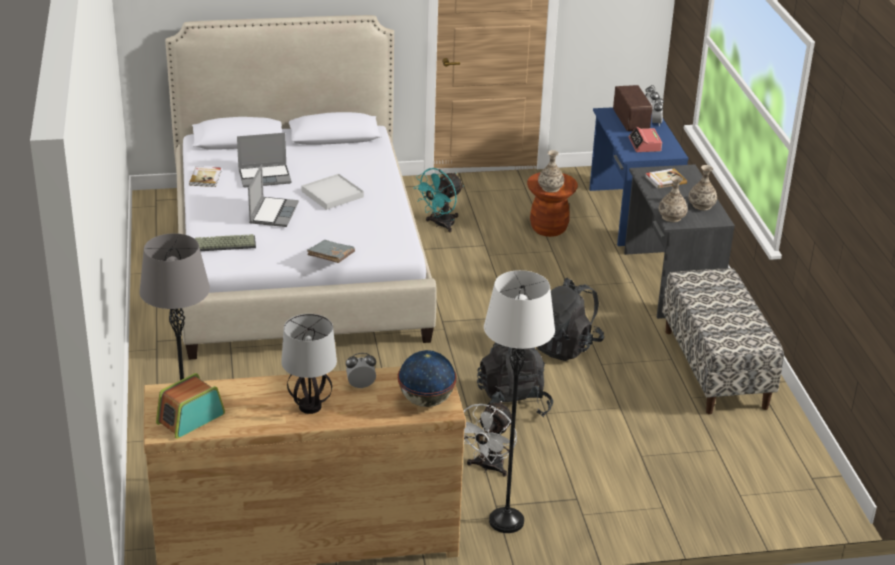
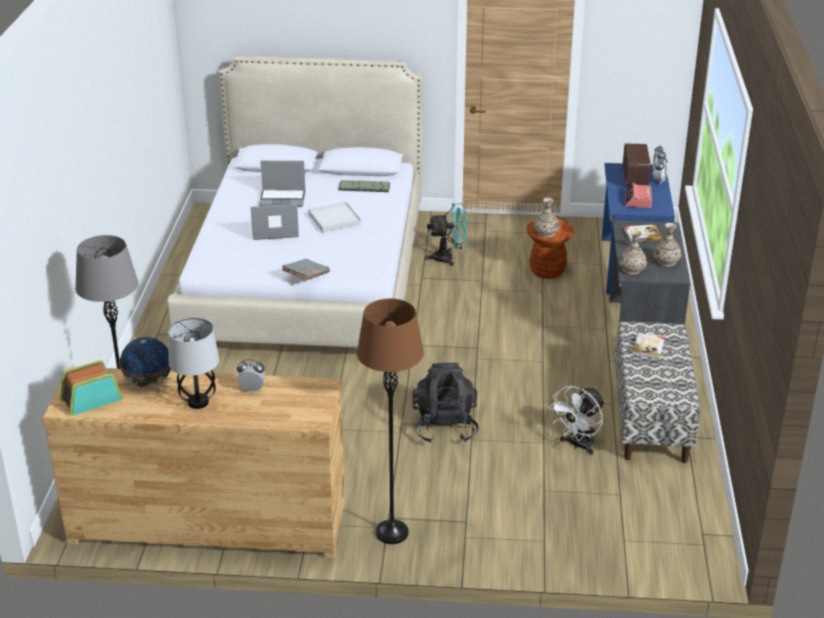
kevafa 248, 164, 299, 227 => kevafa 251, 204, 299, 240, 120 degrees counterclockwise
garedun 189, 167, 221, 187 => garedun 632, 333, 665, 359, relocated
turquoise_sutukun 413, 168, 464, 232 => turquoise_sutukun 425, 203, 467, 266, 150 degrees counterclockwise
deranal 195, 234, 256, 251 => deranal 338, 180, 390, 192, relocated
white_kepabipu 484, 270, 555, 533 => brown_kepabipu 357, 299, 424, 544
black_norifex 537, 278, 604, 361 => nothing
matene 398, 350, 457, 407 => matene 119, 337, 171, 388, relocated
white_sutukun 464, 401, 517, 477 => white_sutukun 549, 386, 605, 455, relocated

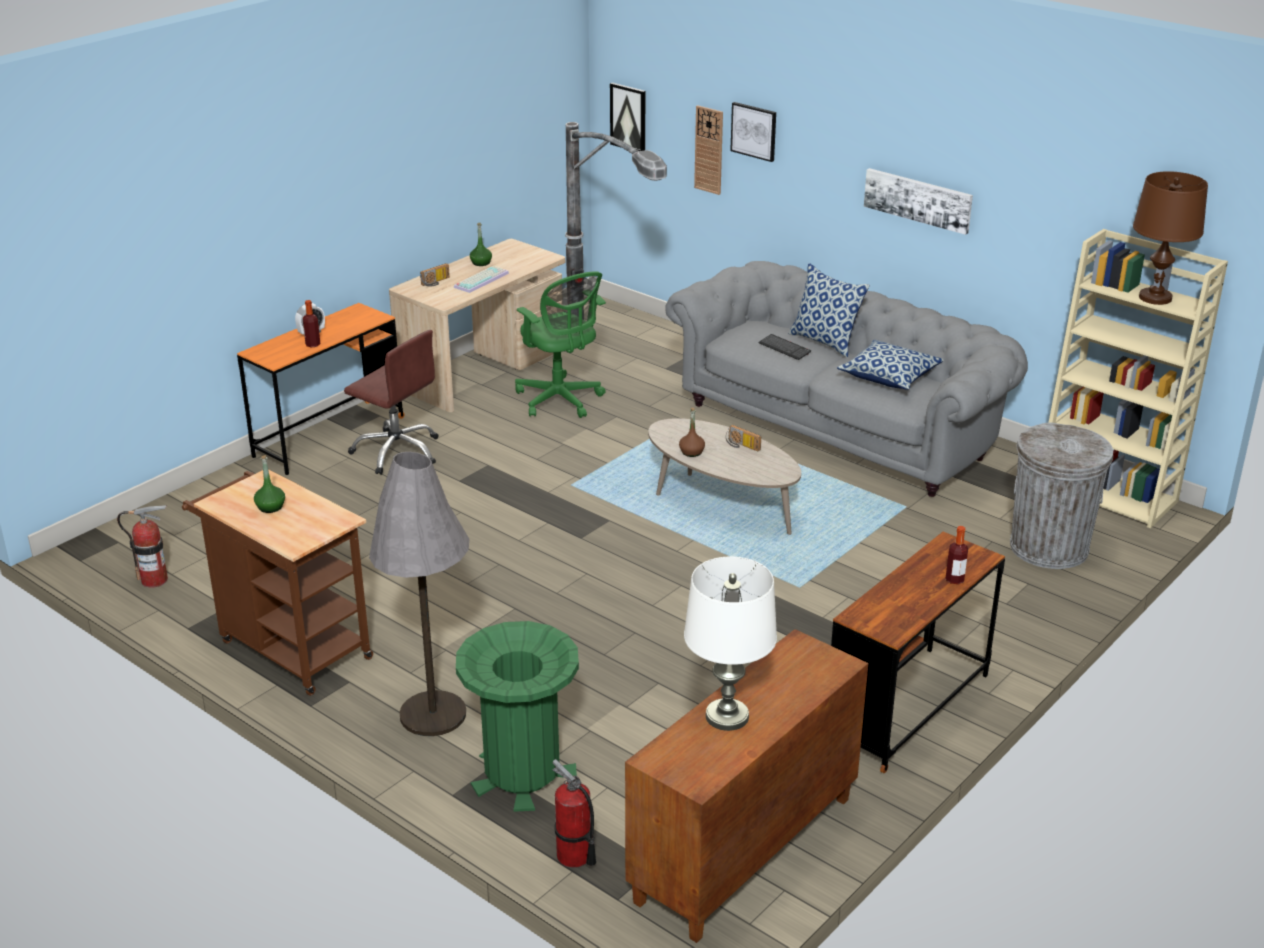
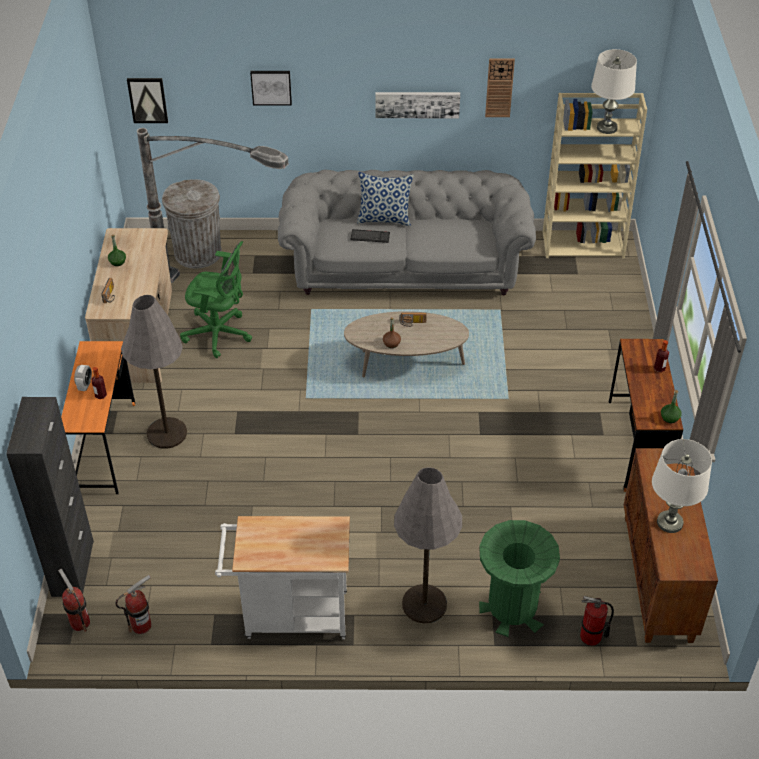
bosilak 694, 105, 723, 195 => bosilak 485, 58, 515, 117, relocated
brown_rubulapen 1133, 171, 1208, 305 => white_rubulapen 591, 49, 637, 134
deranal 454, 266, 509, 293 => nothing
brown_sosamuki 344, 330, 438, 475 => grey_kepabipu 121, 295, 187, 449
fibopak 837, 340, 943, 390 => nothing
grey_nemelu 1010, 422, 1113, 569 => grey_nemelu 162, 179, 222, 268, relocated
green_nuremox 254, 455, 285, 513 => green_nuremox 661, 390, 682, 423, relocated
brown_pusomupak 182, 469, 373, 696 => white_pusomupak 215, 516, 350, 639
nothing => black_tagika 6, 397, 94, 597
nothing => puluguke 58, 569, 90, 632

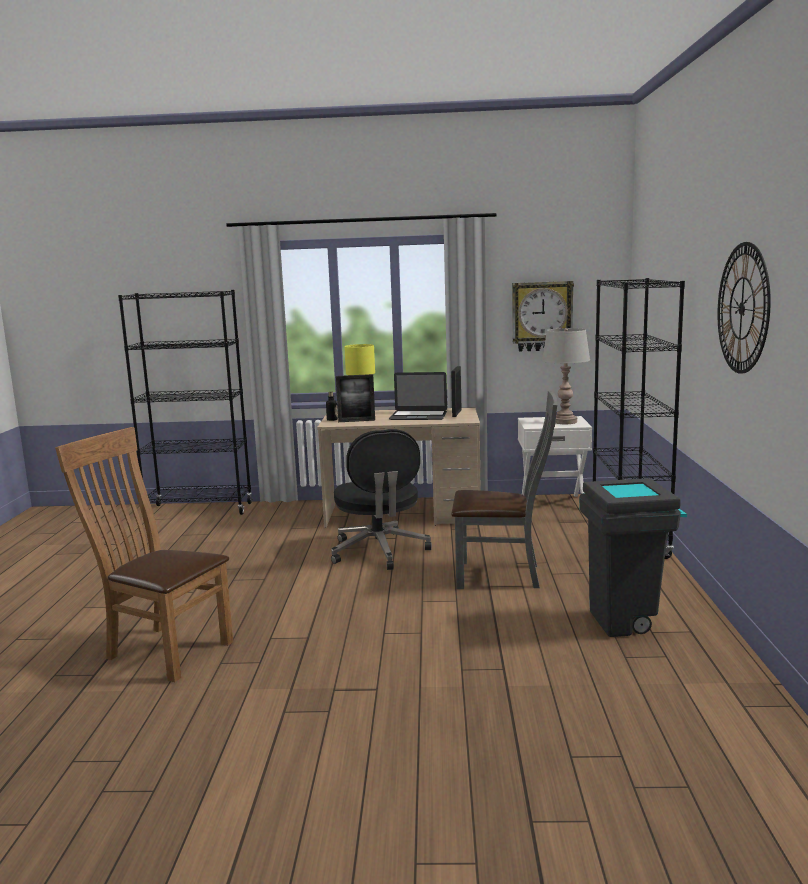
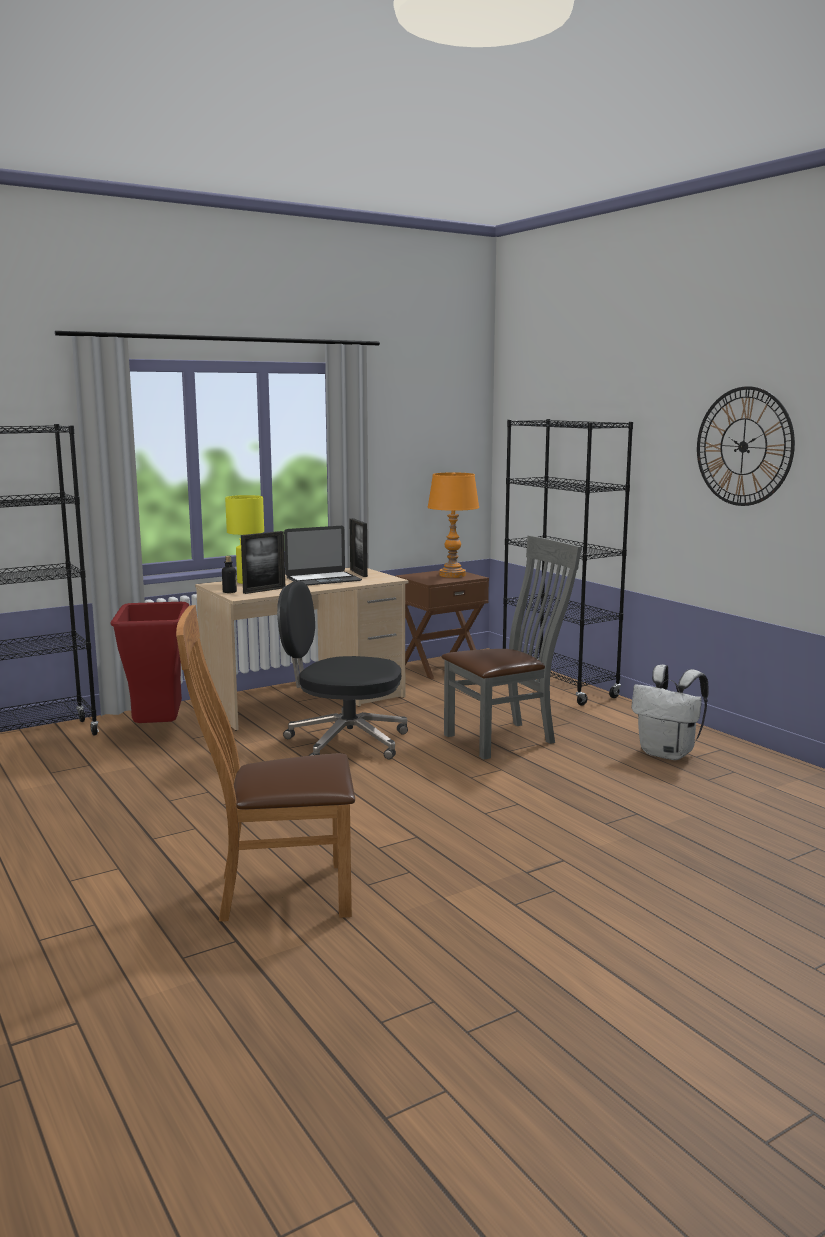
bosilak 512, 281, 574, 352 => nothing
grey_rubulapen 542, 328, 590, 424 => orange_rubulapen 427, 473, 479, 578
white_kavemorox 518, 416, 592, 497 => brown_kavemorox 395, 571, 489, 679
black_sosamuki 331, 429, 432, 570 => black_sosamuki 277, 581, 408, 759, 150 degrees clockwise
grey_nemelu 579, 478, 687, 637 => white_norifex 632, 665, 709, 760
nothing => red_nemelu 110, 602, 189, 723

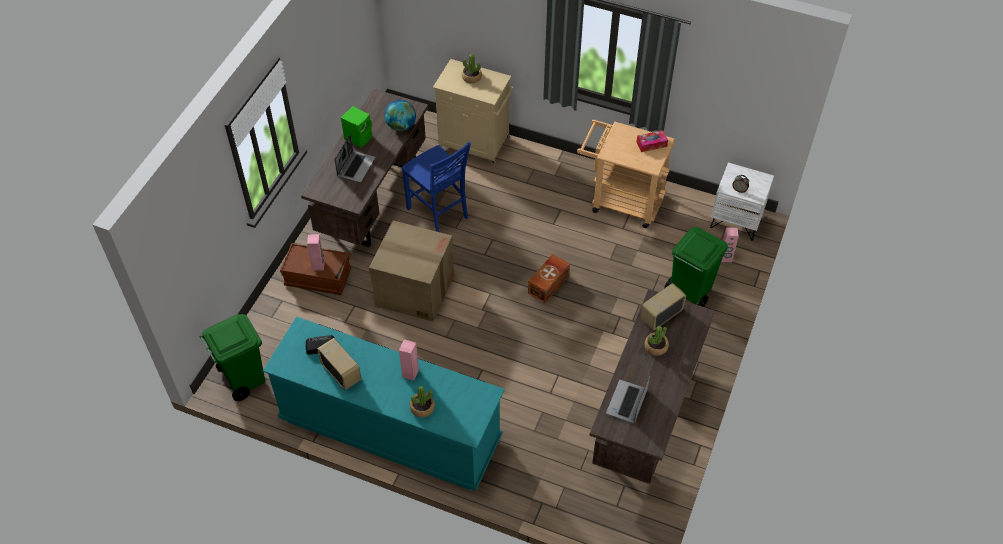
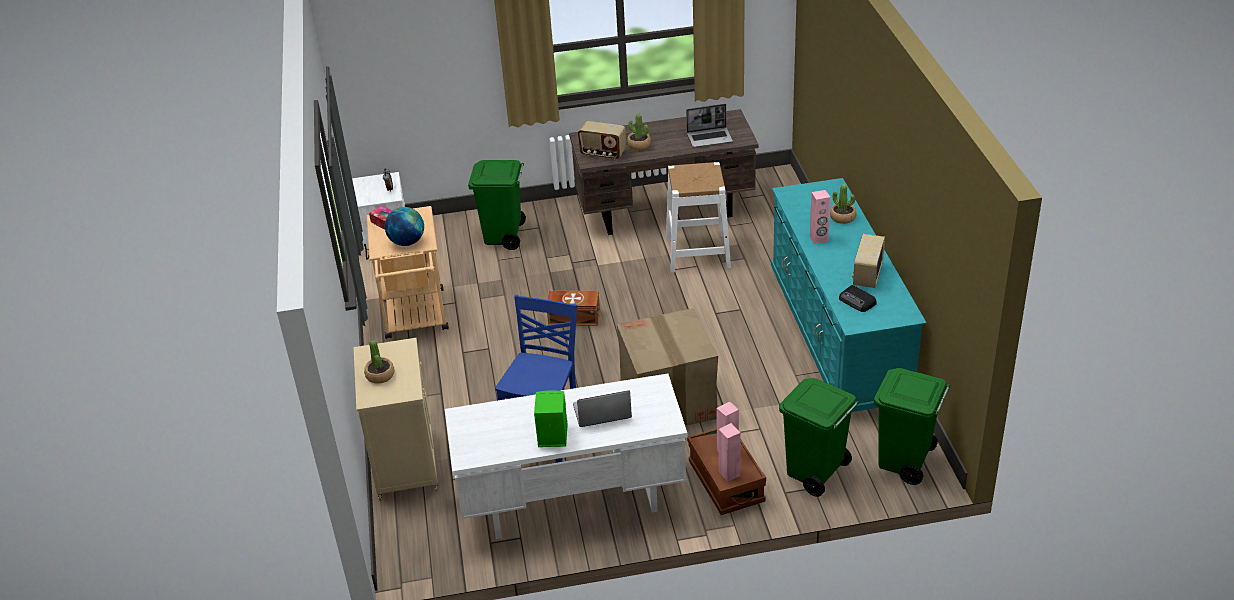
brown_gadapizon 301, 89, 428, 247 => white_gadapizon 445, 374, 688, 539
matene 385, 100, 416, 131 => matene 385, 207, 424, 246, relocated
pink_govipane 721, 227, 739, 262 => pink_govipane 719, 423, 740, 482, relocated
nothing => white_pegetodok 666, 162, 731, 273
nothing => green_nemelu 779, 378, 859, 497

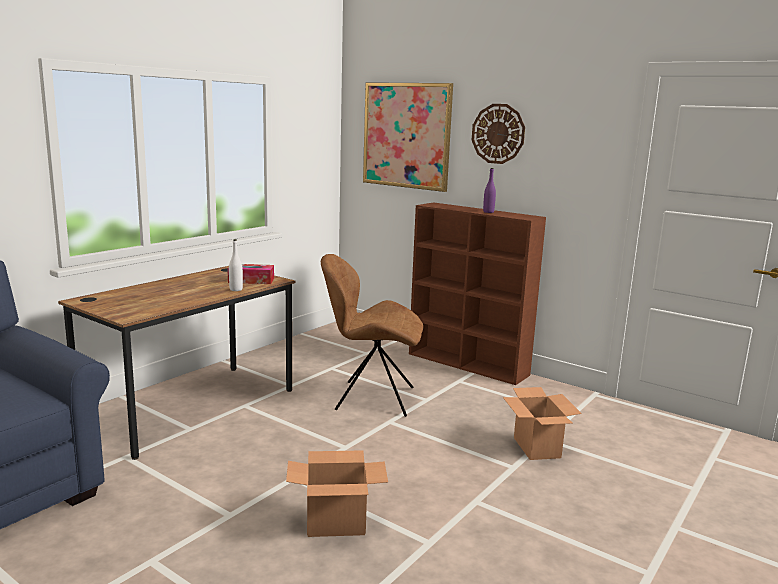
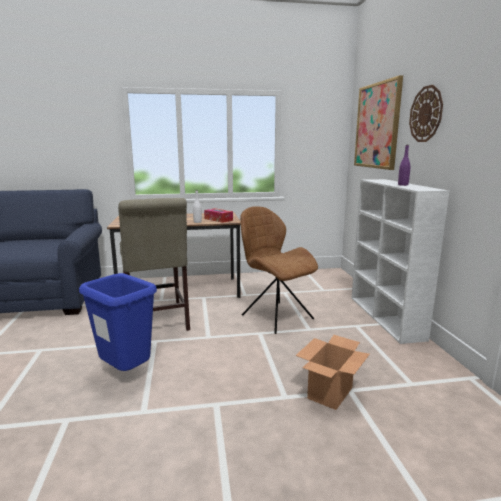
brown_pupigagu 409, 202, 546, 385 => white_pupigagu 351, 179, 449, 344
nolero 286, 450, 388, 537 => blue_nemelu 79, 273, 157, 371
nothing => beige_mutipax 118, 198, 190, 331

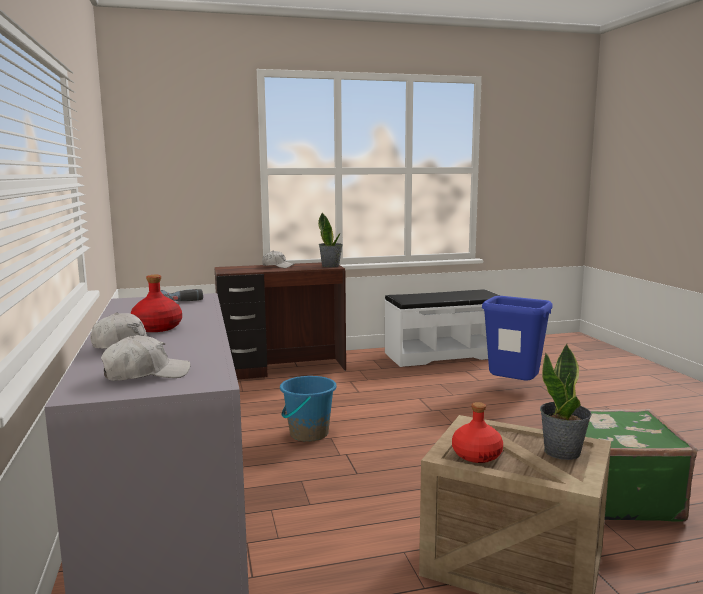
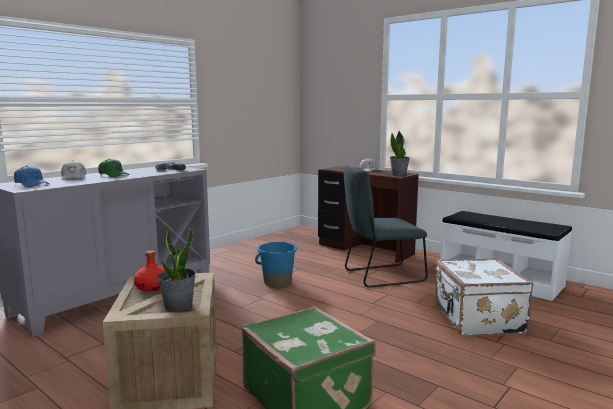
red_nuremox 131, 275, 182, 332 => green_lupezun 98, 159, 129, 177
blue_nemelu 482, 296, 553, 381 => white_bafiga 435, 258, 533, 337
white_lupezun 101, 335, 190, 381 => blue_lupezun 14, 166, 49, 187
nothing => grey_mutipax 343, 166, 428, 288

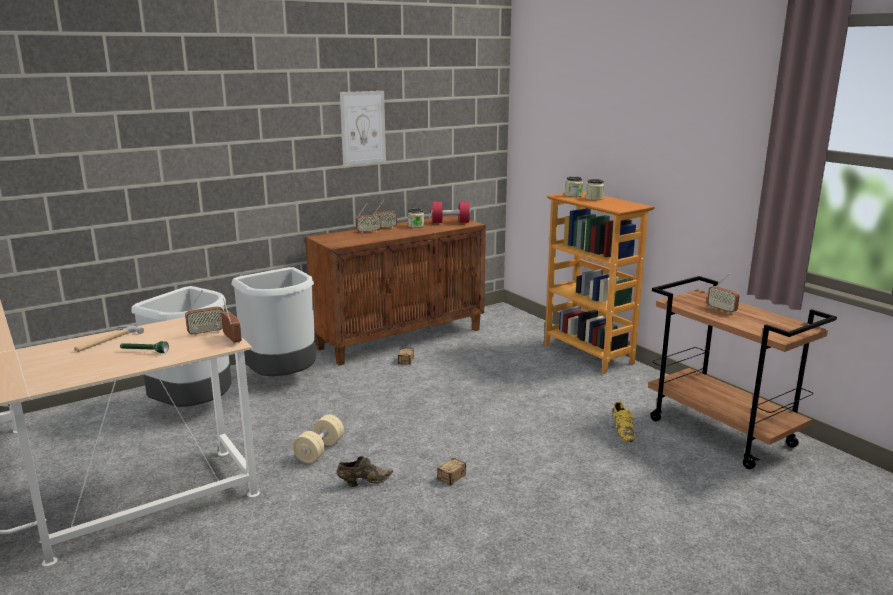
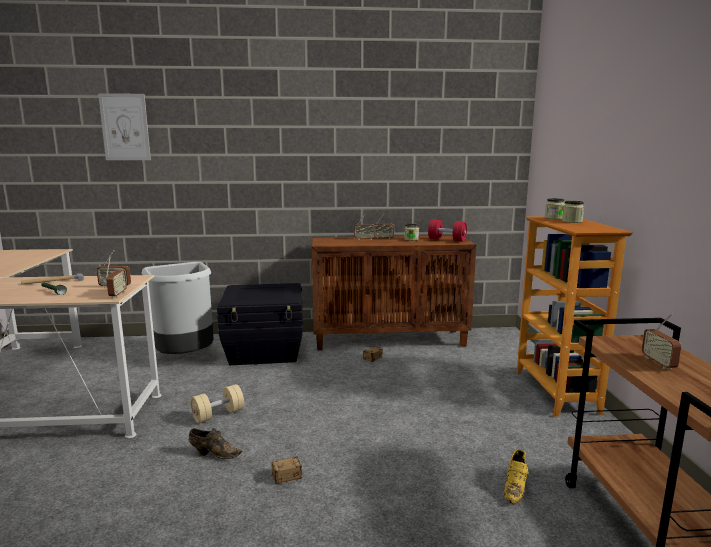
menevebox 340, 91, 386, 165 => menevebox 98, 93, 151, 160, relocated
grey_nemelu 231, 267, 316, 376 => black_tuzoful 217, 283, 303, 365

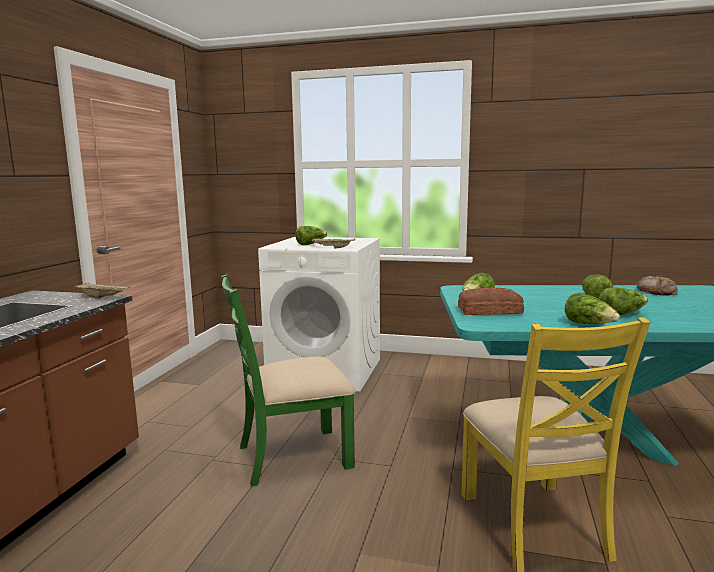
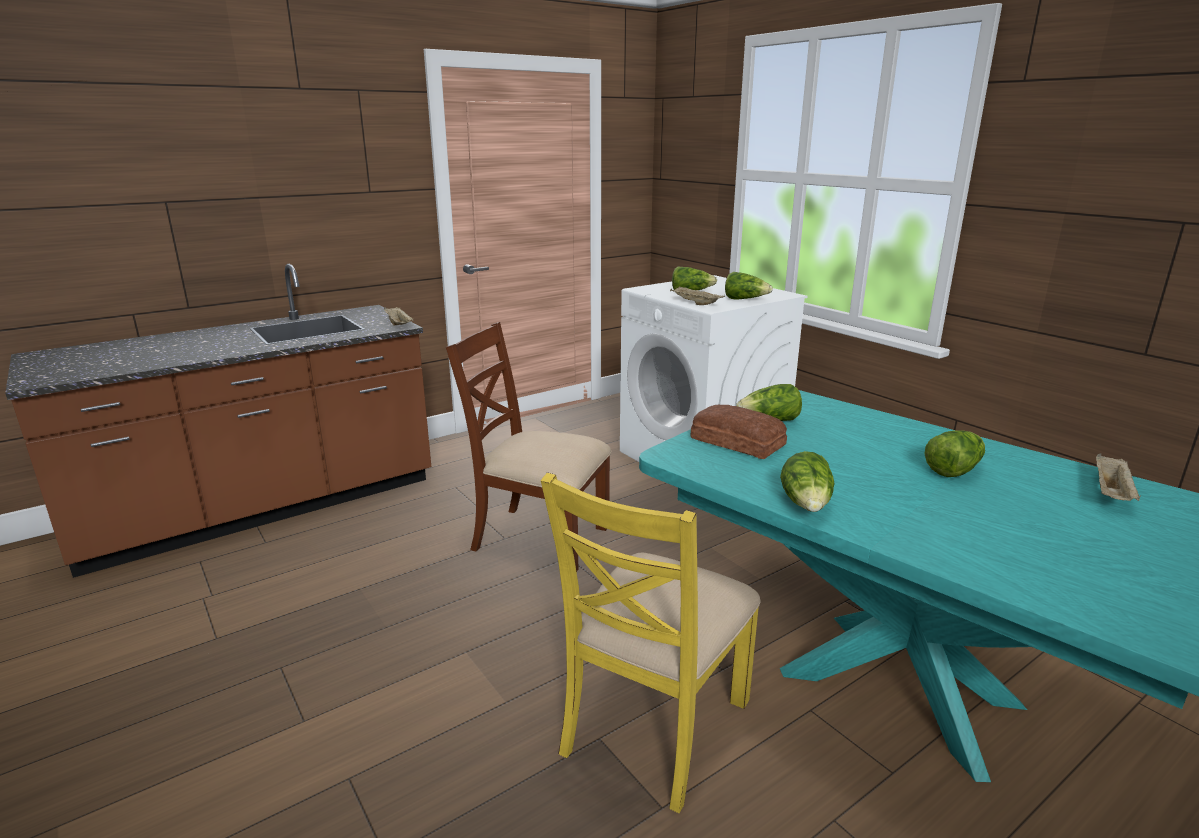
green_mutipax 221, 274, 355, 487 => brown_mutipax 446, 322, 611, 572
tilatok 636, 275, 678, 295 => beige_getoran 1096, 454, 1140, 501
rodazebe 598, 288, 648, 316 => rodazebe 725, 272, 773, 299, relocated

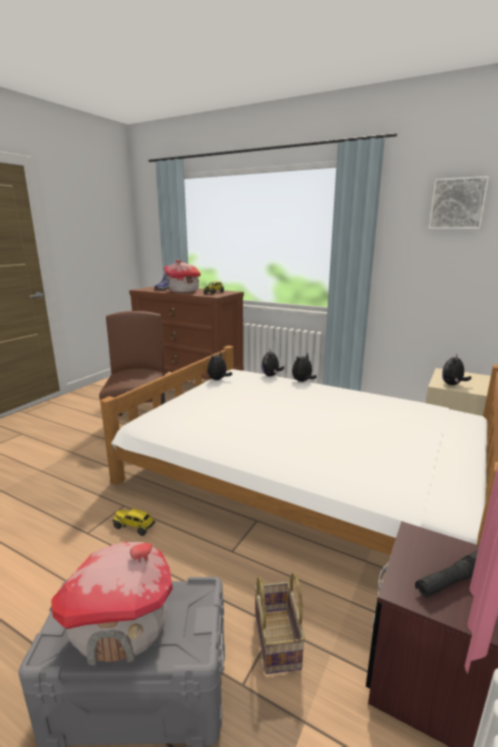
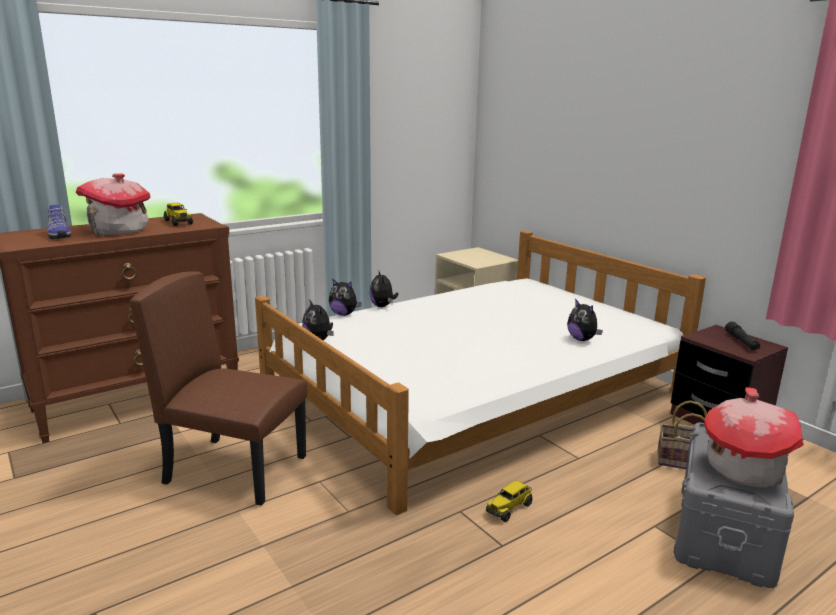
menevebox 428, 176, 489, 229 => nothing
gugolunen 442, 354, 471, 385 => gugolunen 567, 299, 603, 341, relocated

